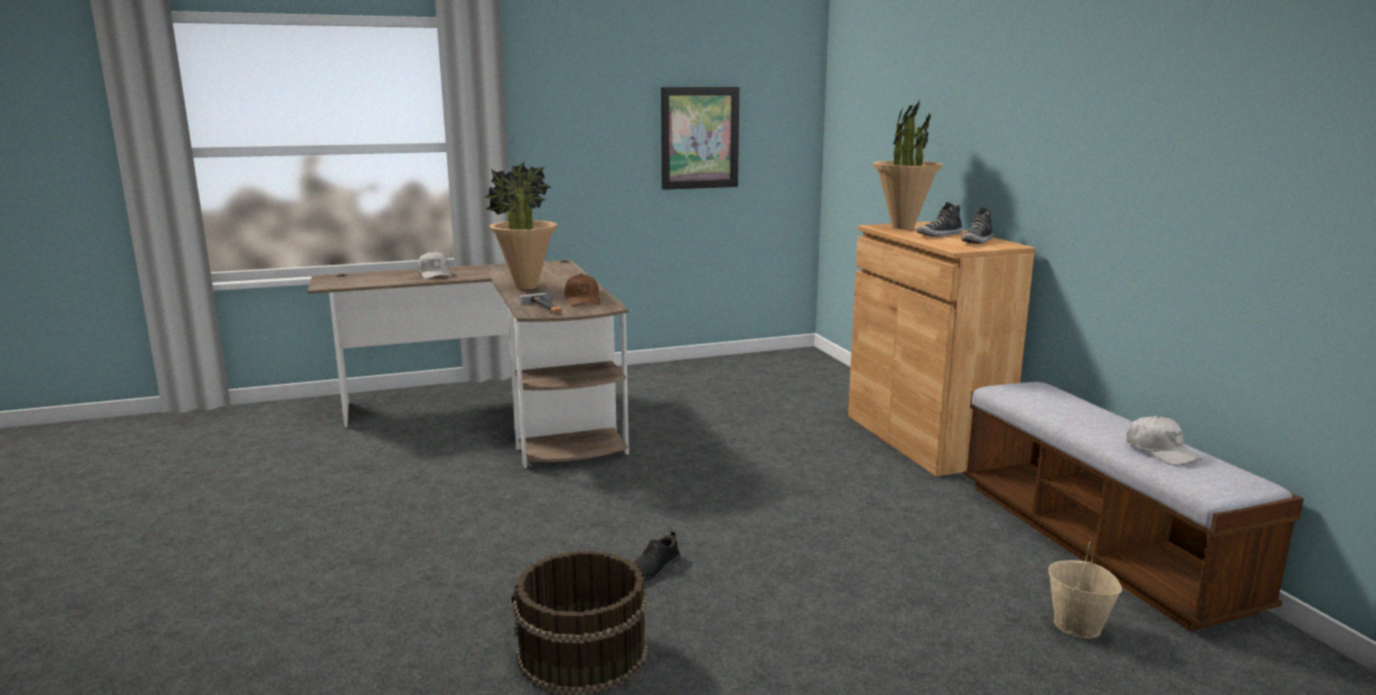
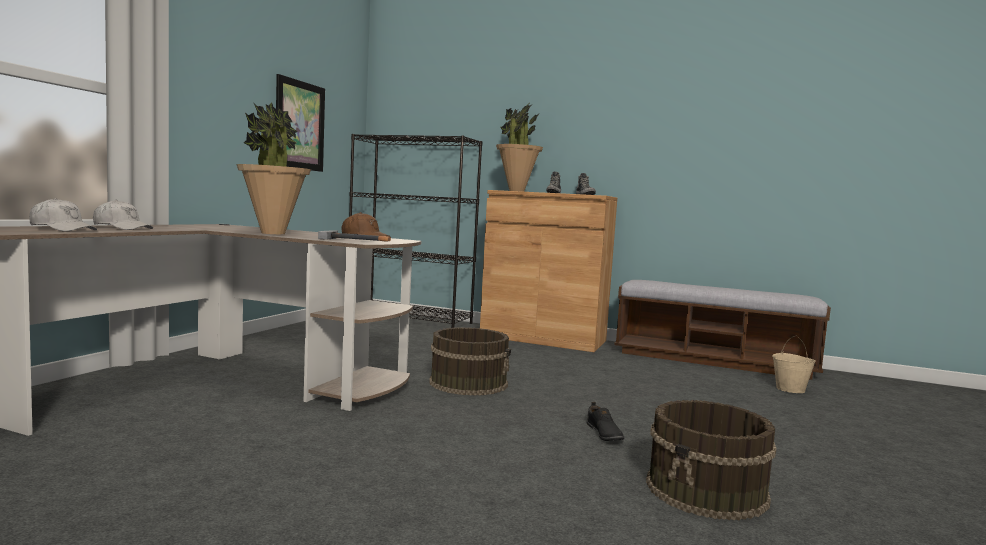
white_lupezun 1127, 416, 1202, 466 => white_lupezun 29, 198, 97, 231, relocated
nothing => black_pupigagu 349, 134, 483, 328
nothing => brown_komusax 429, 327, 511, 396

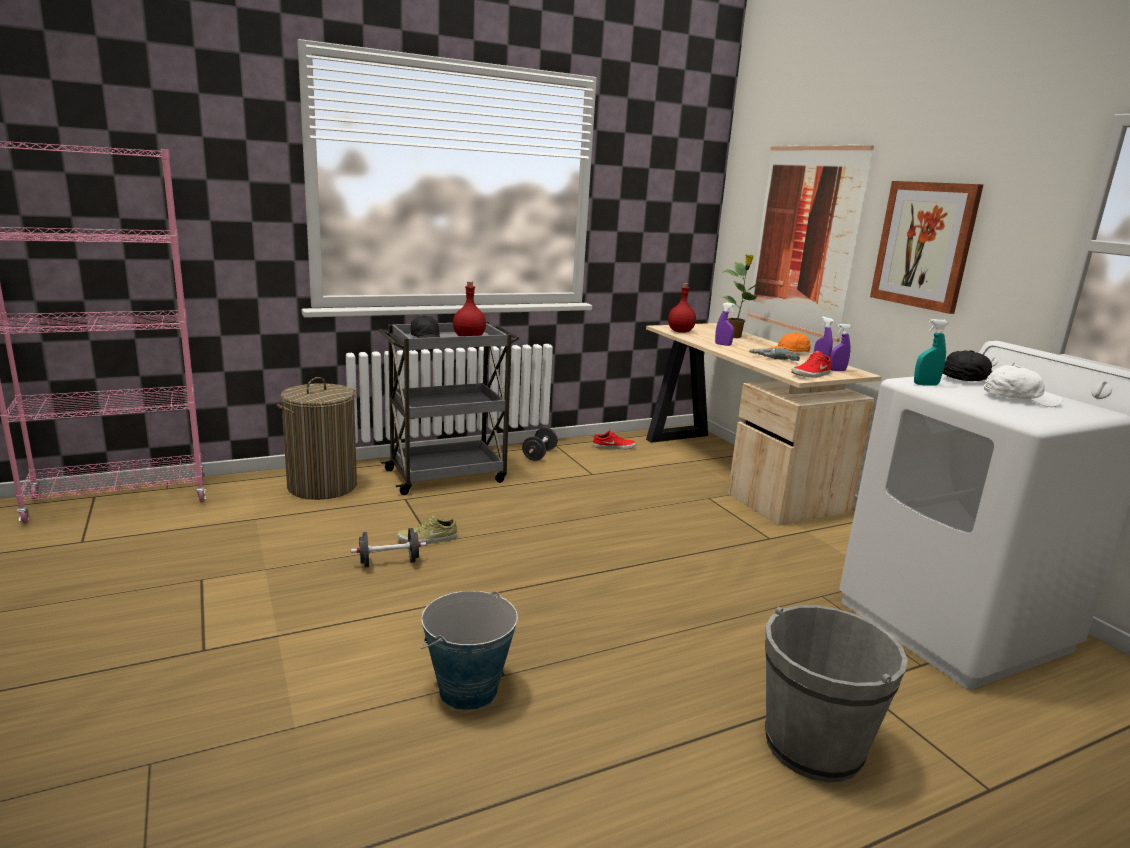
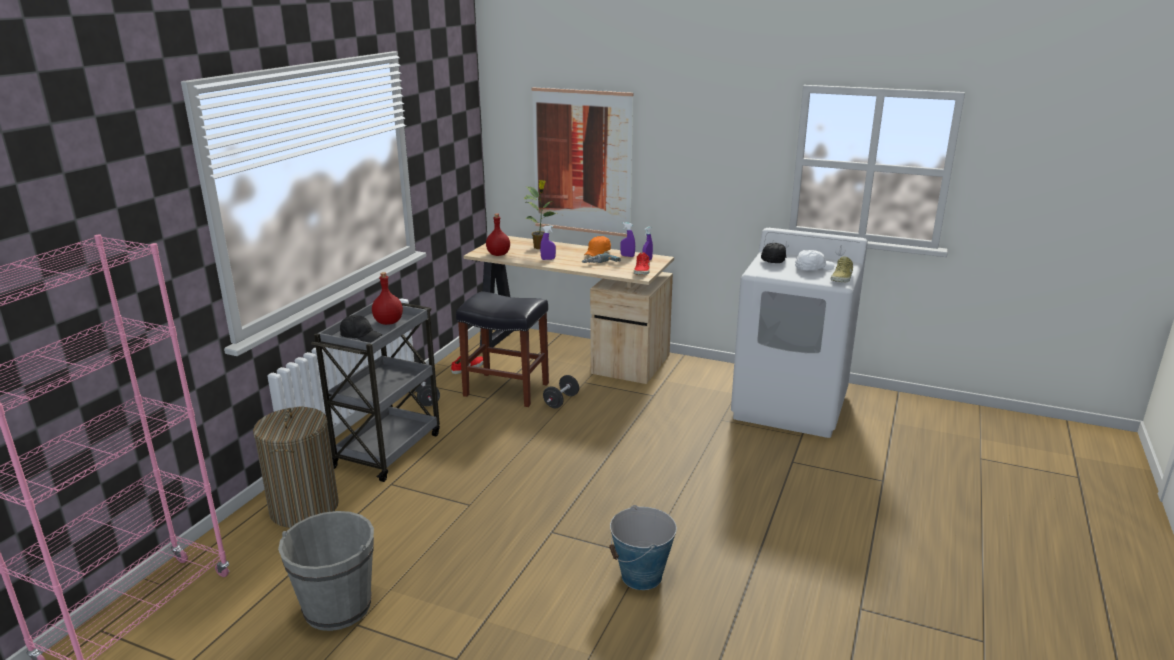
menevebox 870, 181, 983, 314 => nothing
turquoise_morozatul 914, 319, 949, 386 => nothing
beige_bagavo 397, 514, 457, 544 => beige_bagavo 831, 256, 853, 282, relocated
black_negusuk 351, 528, 426, 567 => black_negusuk 543, 375, 579, 408, relocated
grey_komusax 765, 605, 908, 782 => grey_komusax 278, 511, 374, 631, relocated
nothing => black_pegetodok 456, 291, 549, 407

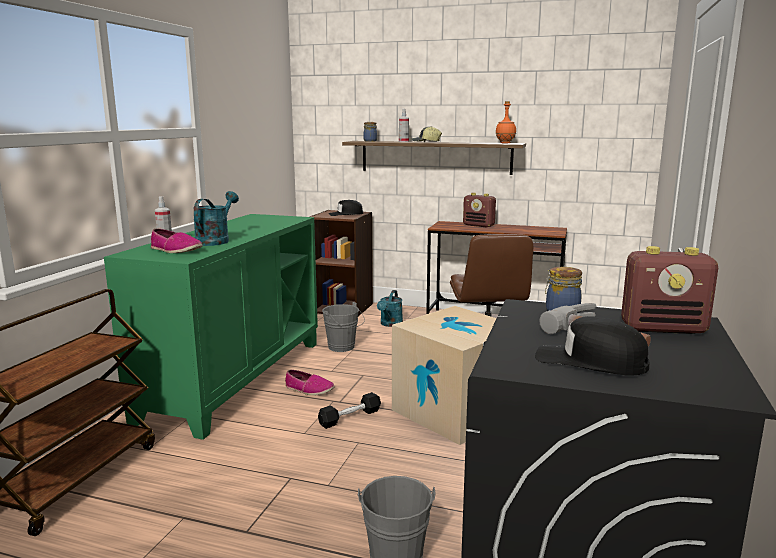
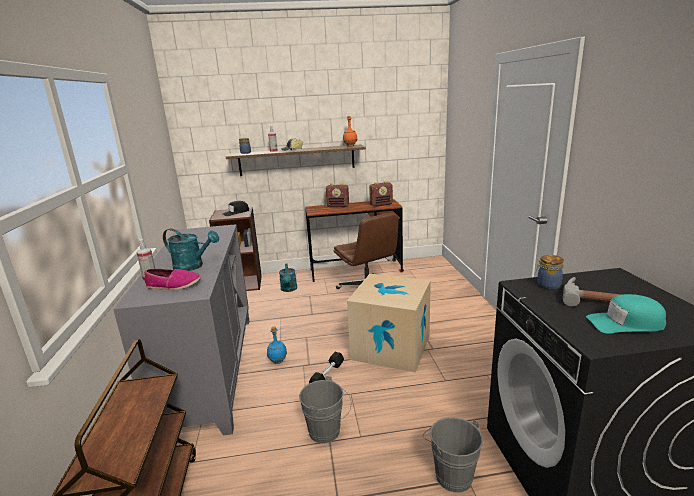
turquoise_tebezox 193, 191, 239, 246 => turquoise_tebezox 163, 229, 219, 271, 120 degrees clockwise
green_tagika 104, 214, 318, 440 => grey_tagika 113, 224, 249, 436
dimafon 621, 246, 718, 334 => dimafon 369, 181, 393, 207, relocated
grey_komusax 322, 302, 365, 352 => grey_komusax 299, 376, 351, 444, relocated
black_lupezun 535, 316, 649, 376 => turquoise_lupezun 586, 294, 666, 334
bagavo 285, 370, 335, 395 => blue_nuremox 267, 327, 287, 364

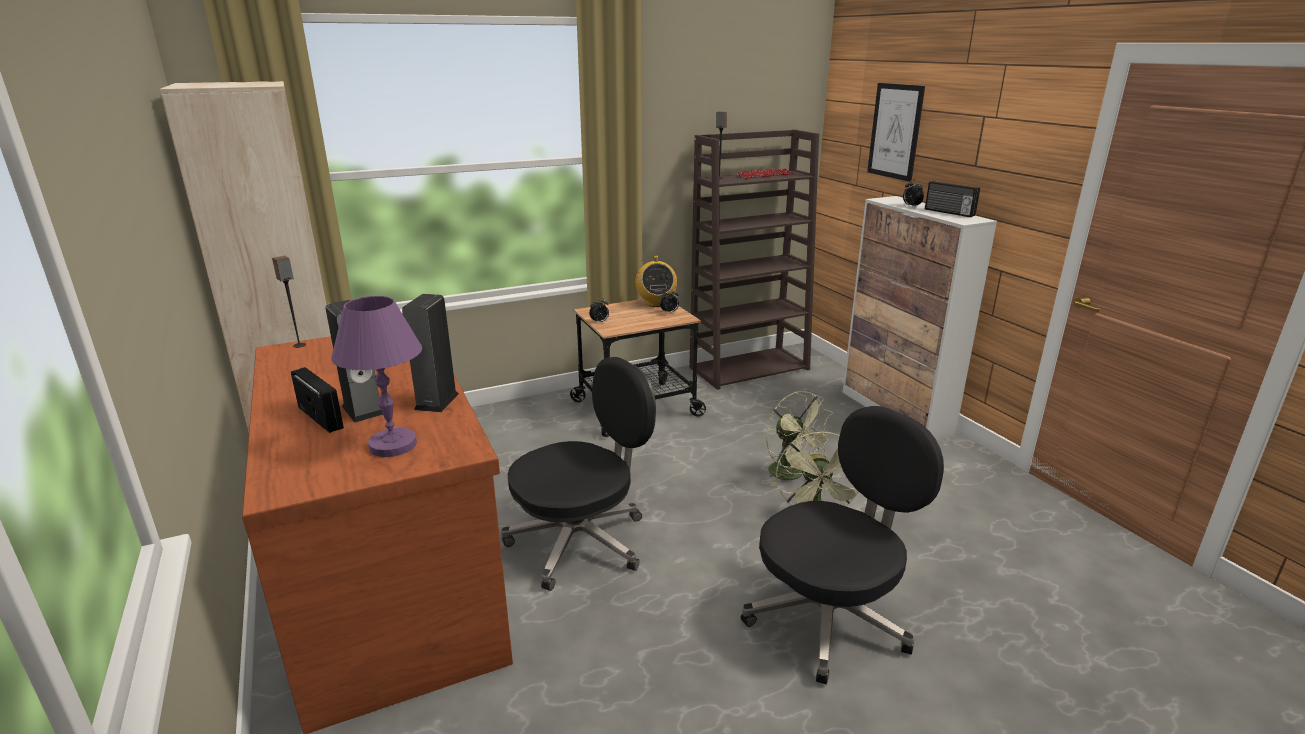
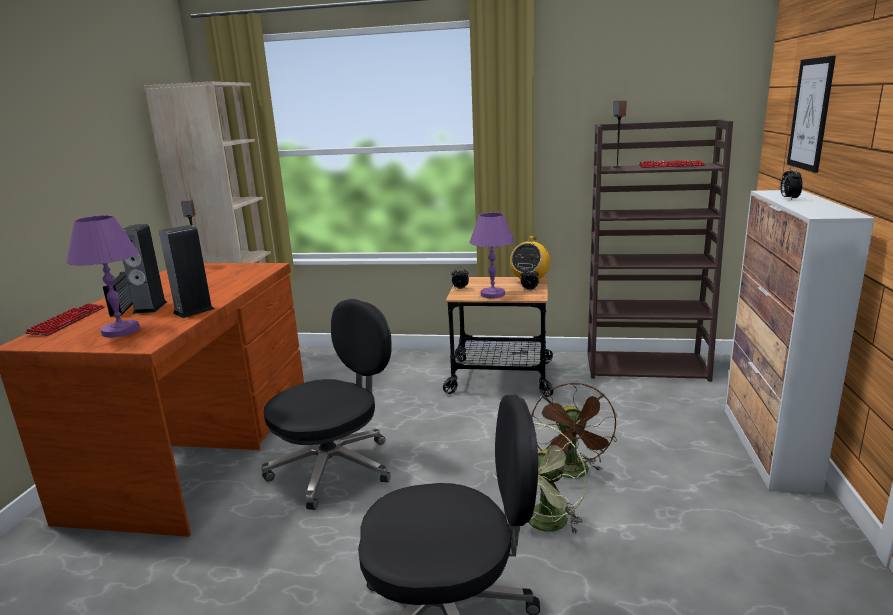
dimafon 925, 181, 980, 217 => nothing
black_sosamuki 501, 357, 656, 591 => black_sosamuki 261, 299, 392, 510, 45 degrees counterclockwise
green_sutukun 766, 391, 834, 487 => brown_sutukun 532, 383, 617, 478
nothing => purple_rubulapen 470, 212, 514, 299
nothing => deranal 25, 303, 105, 336

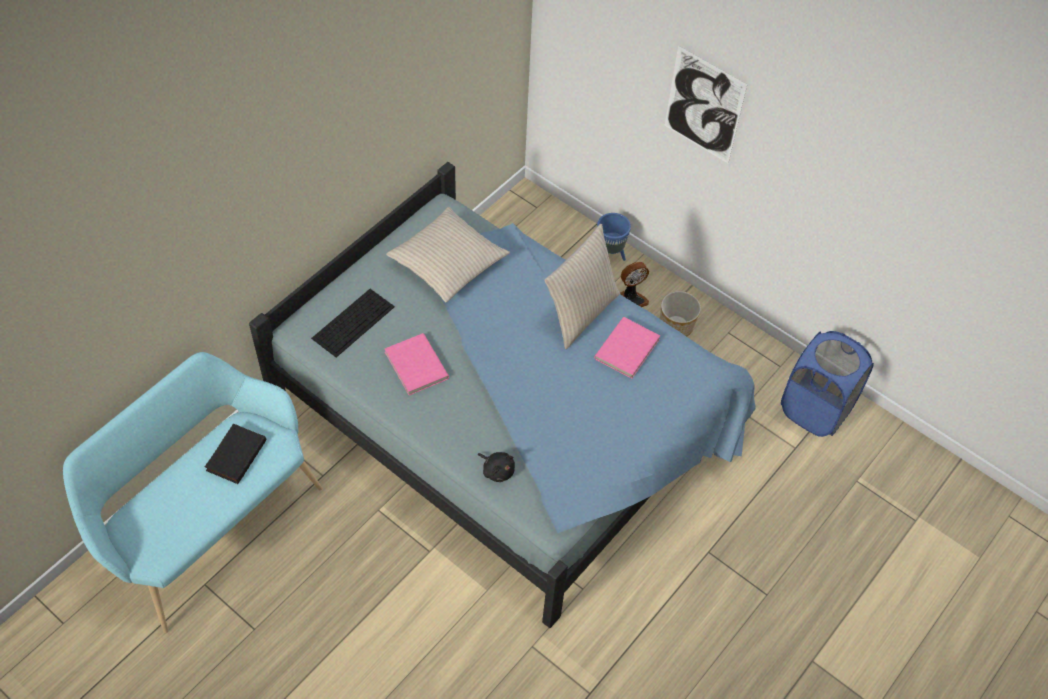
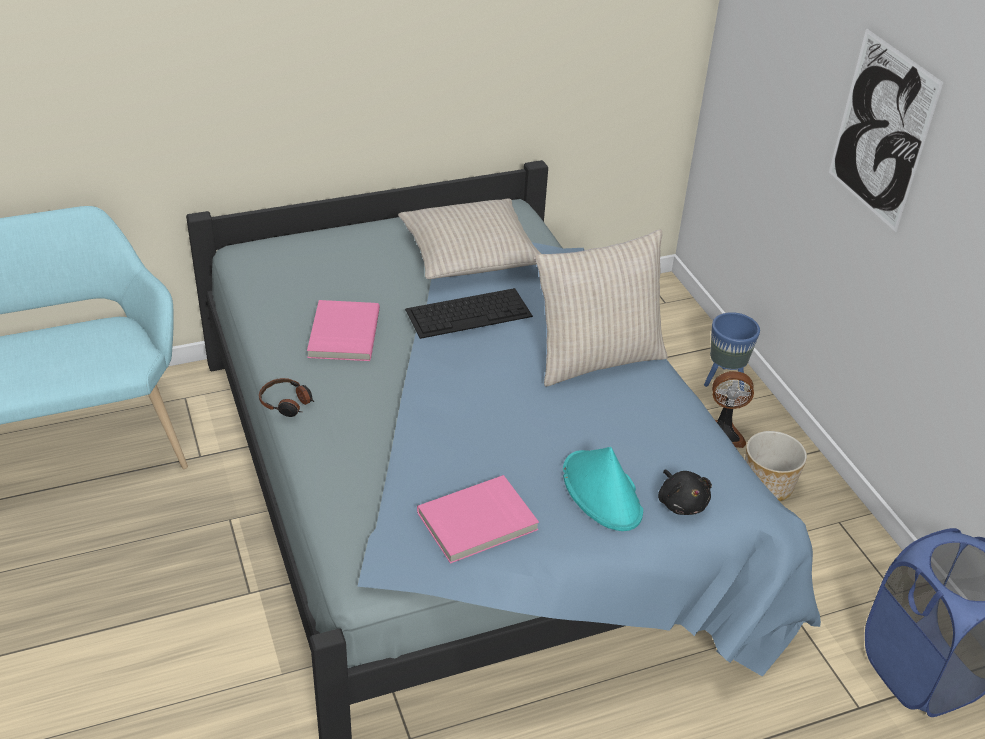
deranal 311, 289, 395, 357 => deranal 405, 288, 533, 339, relocated
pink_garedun 594, 317, 660, 379 => pink_garedun 417, 475, 539, 564, relocated
black_garedun 205, 424, 266, 484 => nothing
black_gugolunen 478, 452, 515, 482 => black_gugolunen 658, 469, 712, 515, relocated
nothing => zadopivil 259, 378, 314, 417
nothing => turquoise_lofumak 563, 447, 643, 531

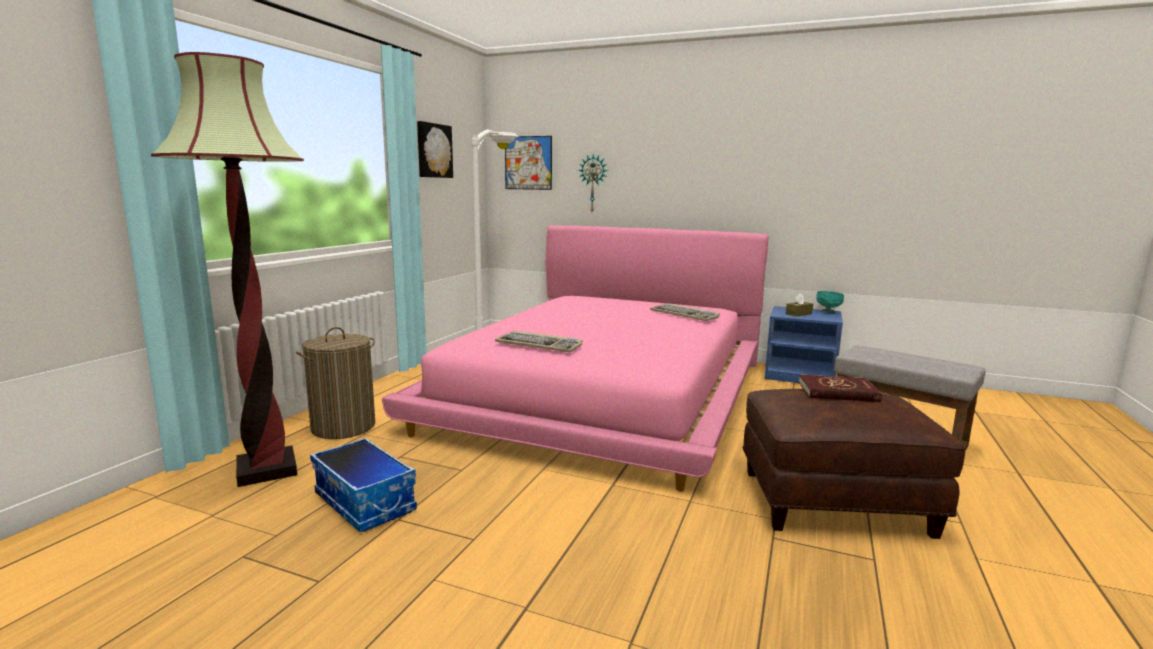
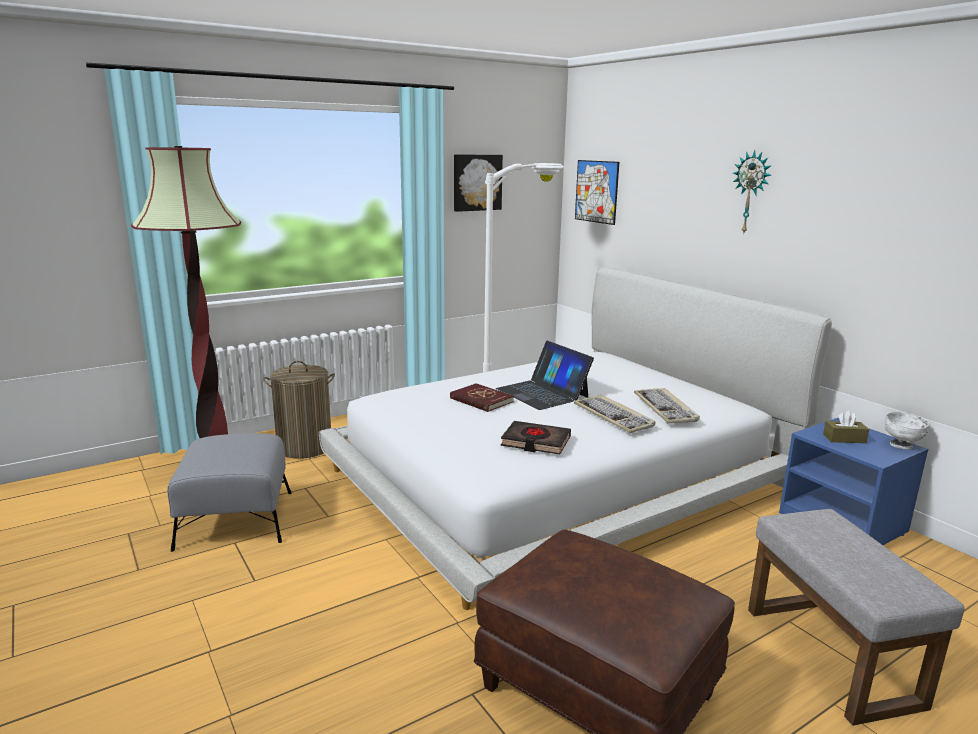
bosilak 578, 154, 608, 212 => bosilak 733, 150, 771, 235, relocated
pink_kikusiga 382, 225, 768, 492 => white_kikusiga 319, 267, 832, 610
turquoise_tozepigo 816, 291, 844, 313 => white_tozepigo 884, 412, 929, 449
deranal 495, 330, 583, 352 => deranal 574, 395, 656, 433, relocated
red_garedun 799, 375, 882, 402 => red_garedun 450, 383, 514, 412, relocated
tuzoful 310, 438, 417, 532 => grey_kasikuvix 167, 433, 292, 552
nothing => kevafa 496, 341, 594, 410
nothing => black_garedun 501, 421, 571, 454

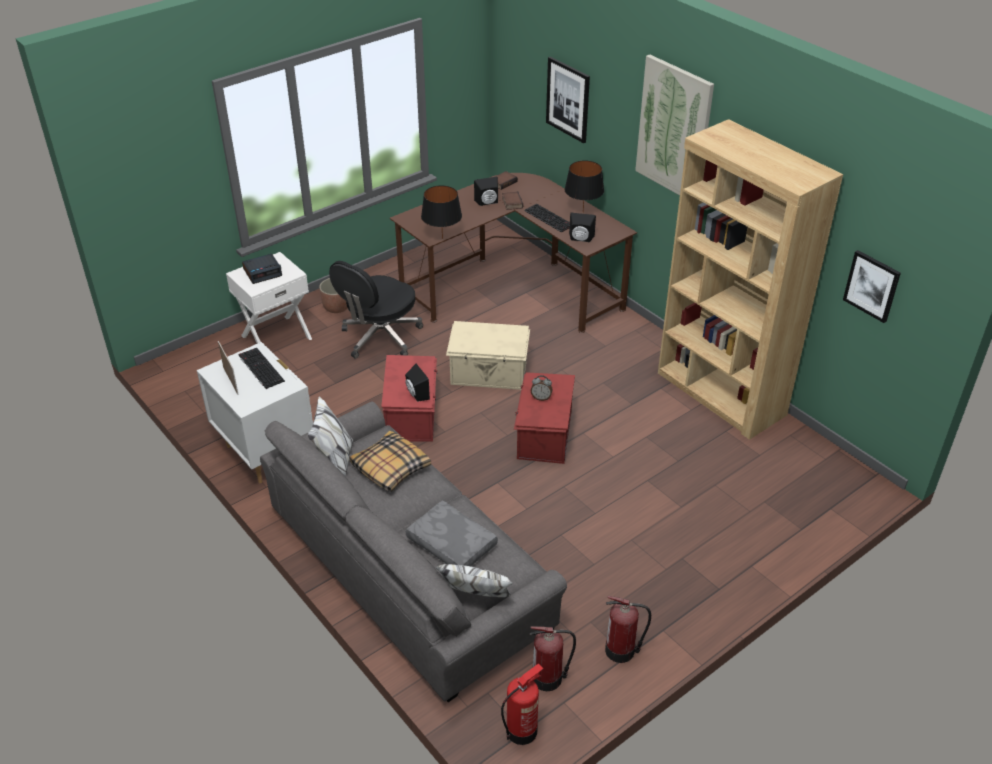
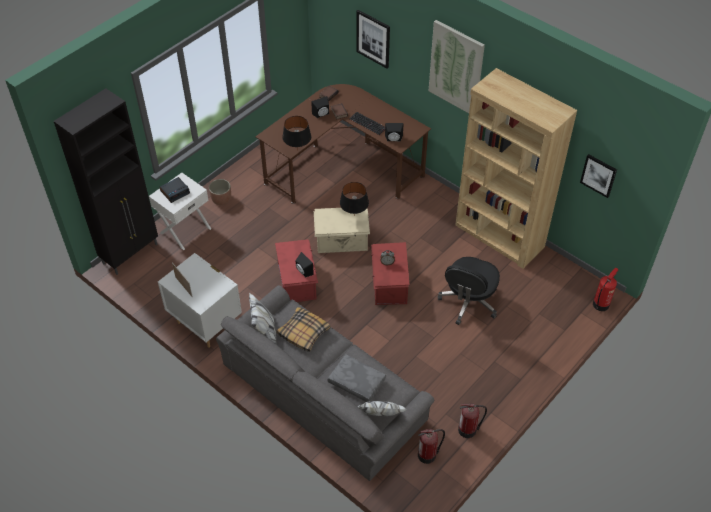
black_rubulapen 565, 161, 604, 210 => black_rubulapen 340, 182, 369, 216, relocated
black_sosamuki 329, 261, 423, 359 => black_sosamuki 438, 257, 500, 325, relocated
deranal 238, 348, 285, 389 => nothing
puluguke 501, 664, 543, 745 => puluguke 593, 267, 619, 311, relocated
nothing => black_tagika 54, 88, 158, 275

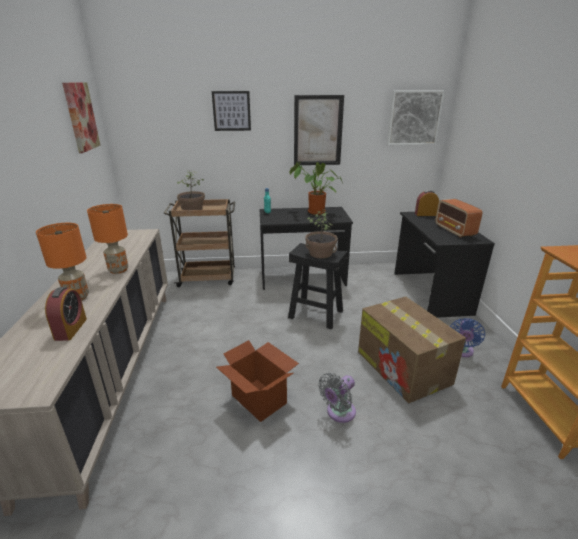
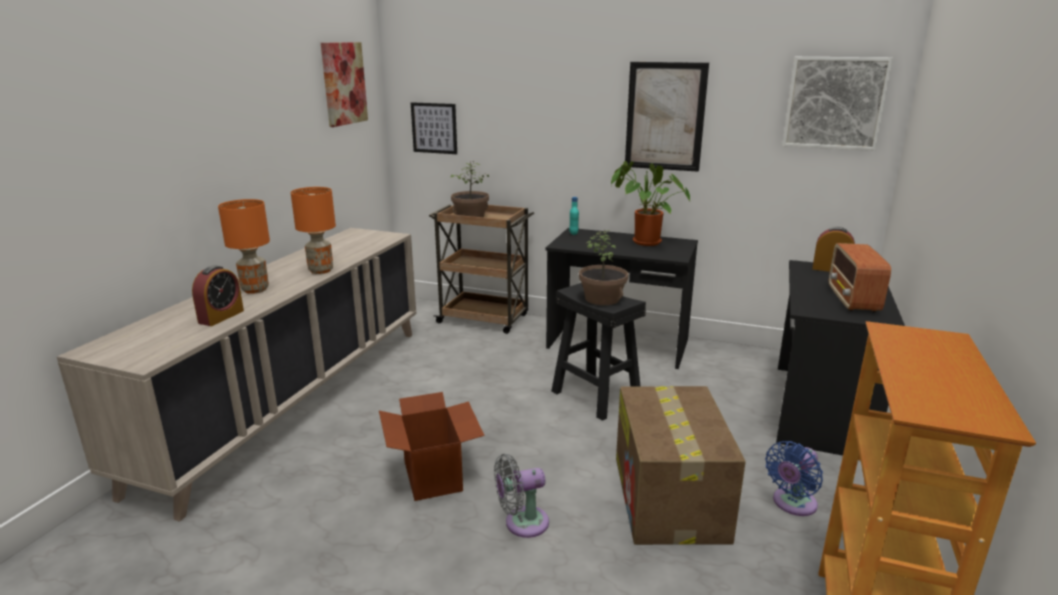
menevebox 212, 91, 251, 131 => menevebox 411, 102, 457, 154, relocated

